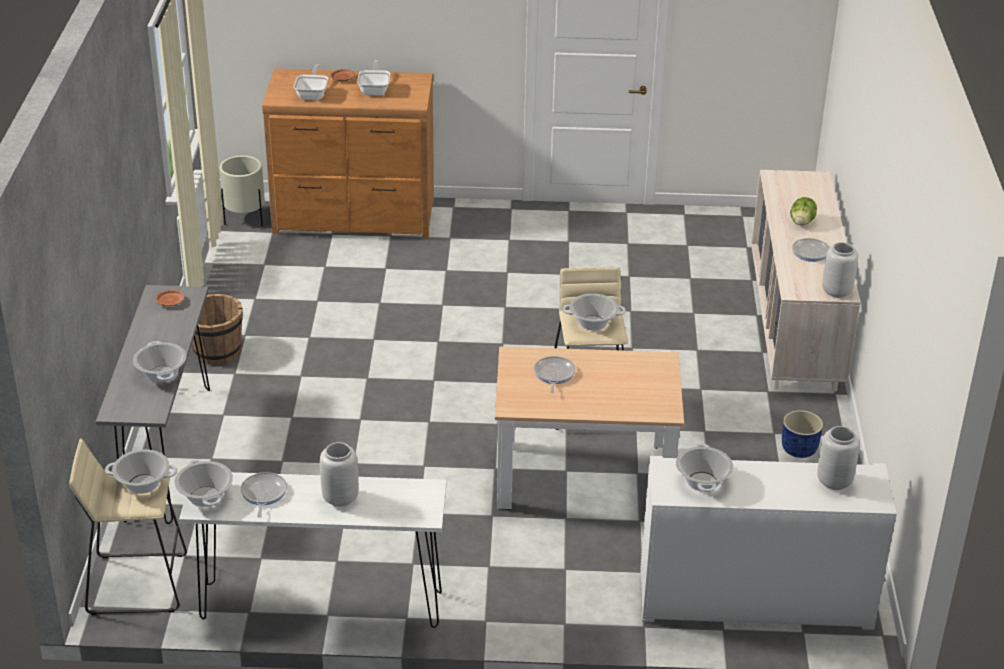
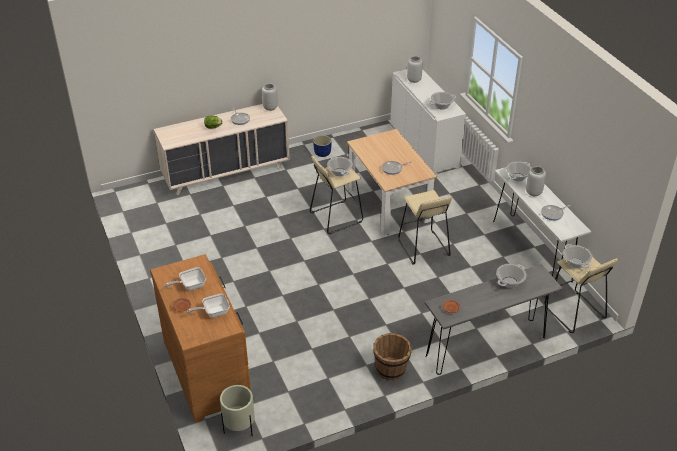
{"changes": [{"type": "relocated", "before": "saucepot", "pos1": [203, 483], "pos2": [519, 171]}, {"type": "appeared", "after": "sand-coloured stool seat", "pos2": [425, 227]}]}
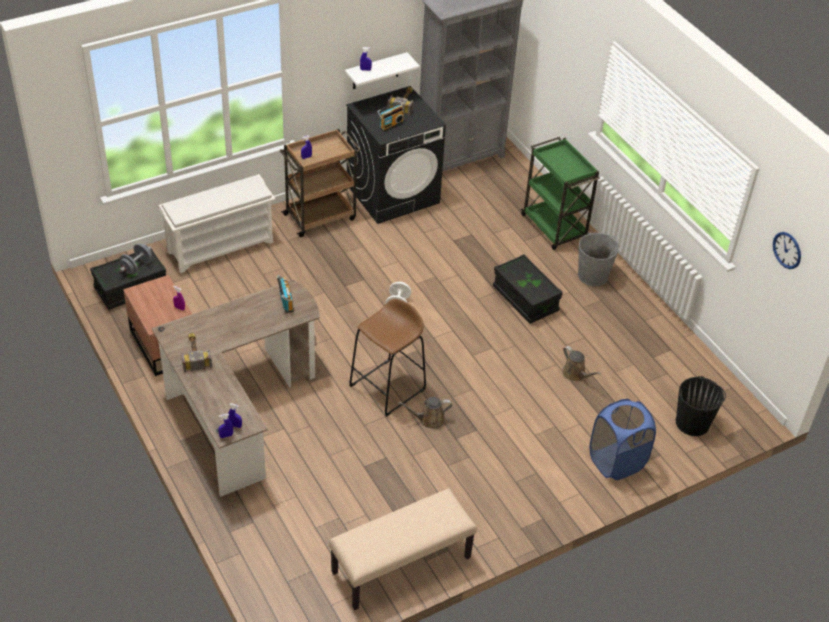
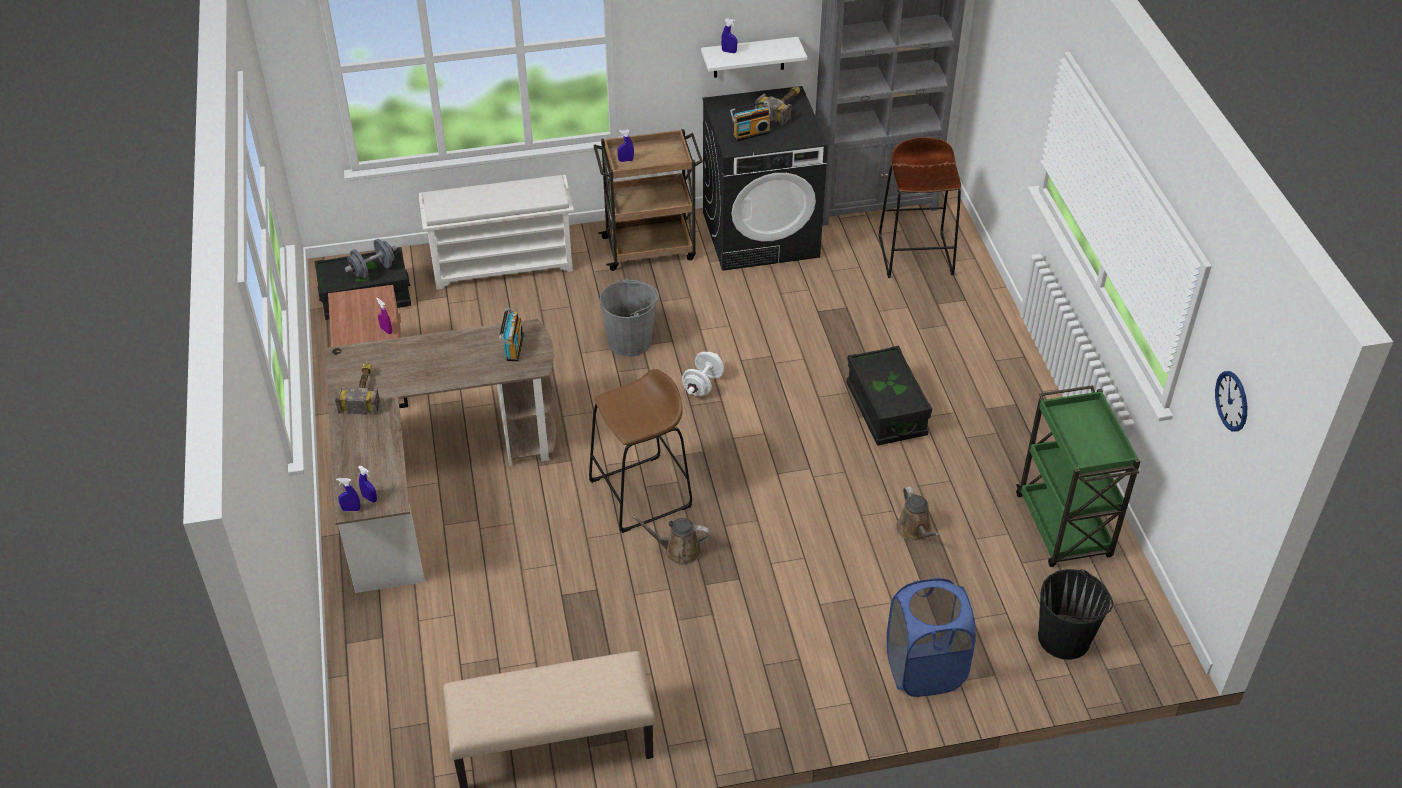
{"changes": [{"type": "relocated", "before": "green trolley", "pos1": [560, 193], "pos2": [1078, 476]}, {"type": "relocated", "before": "grey bucket", "pos1": [598, 259], "pos2": [629, 317]}, {"type": "appeared", "after": "brown-coloured stool seat", "pos2": [920, 207]}]}
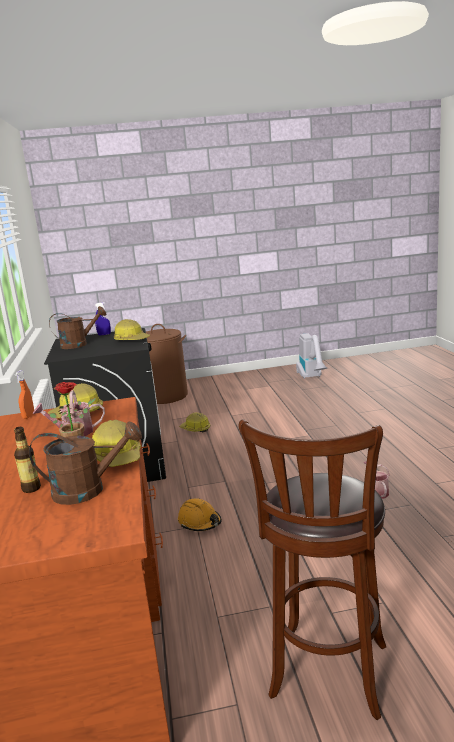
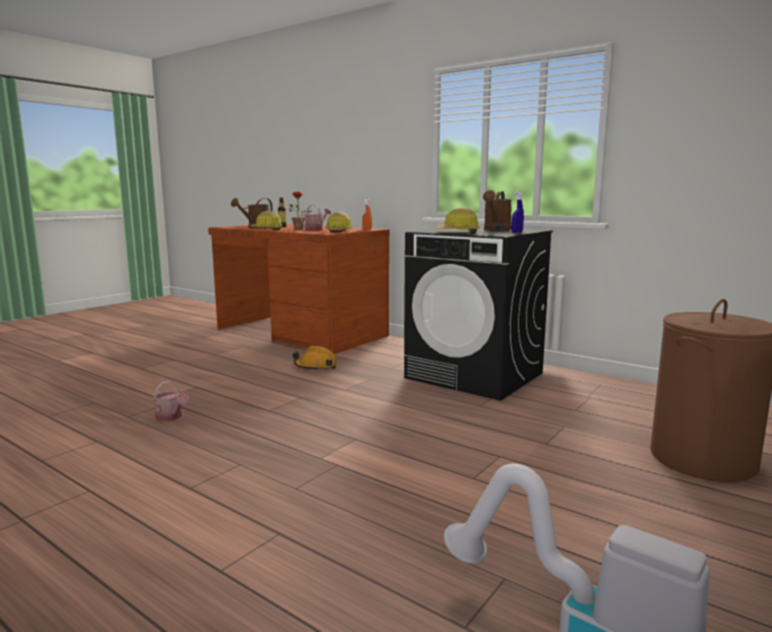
{"changes": [{"type": "missing", "before": "safety helmet", "pos1": [194, 422]}, {"type": "missing", "before": "brown-coloured stool seat", "pos1": [312, 569]}]}
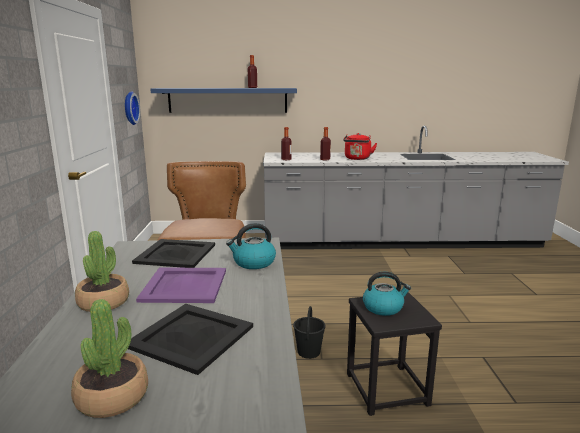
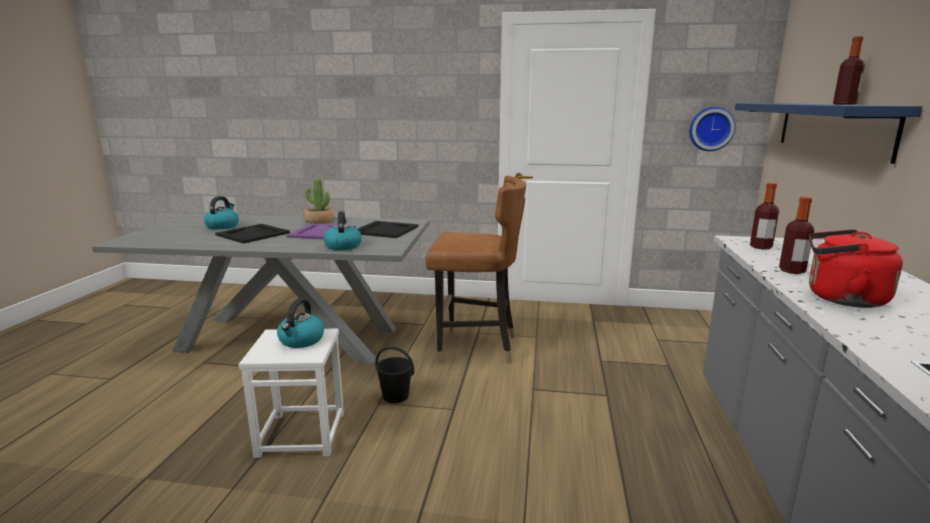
{"changes": [{"type": "exchanged", "before": "plant in a pot", "after": "kettle", "pos1": [109, 358], "pos2": [221, 213]}, {"type": "colour", "before": "black-coloured stool seat", "after": "white-coloured stool seat", "pos1": [394, 354], "pos2": [291, 393]}]}
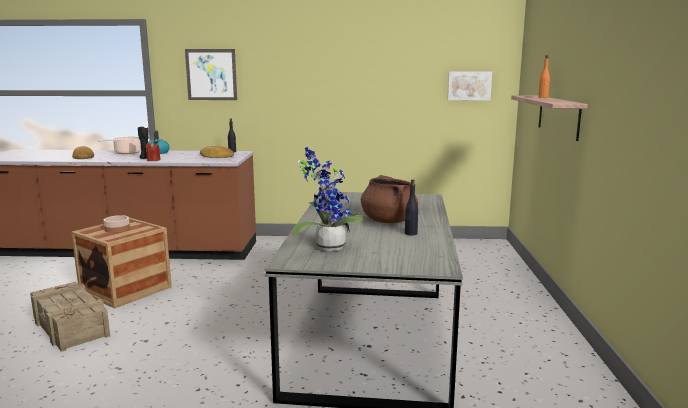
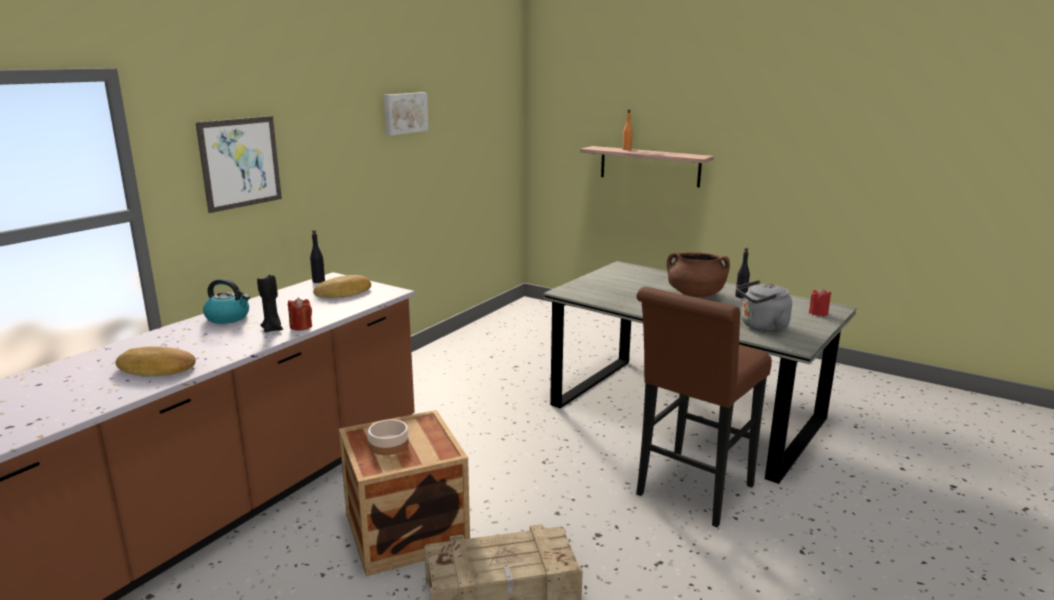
{"changes": [{"type": "missing", "before": "saucepot", "pos1": [119, 145]}, {"type": "exchanged", "before": "plant in a pot", "after": "grey kettle", "pos1": [329, 199], "pos2": [764, 306]}, {"type": "relocated", "before": "picture", "pos1": [469, 85], "pos2": [406, 114]}, {"type": "appeared", "after": "brown-coloured stool seat", "pos2": [704, 407]}, {"type": "appeared", "after": "reddish wax light", "pos2": [820, 302]}]}
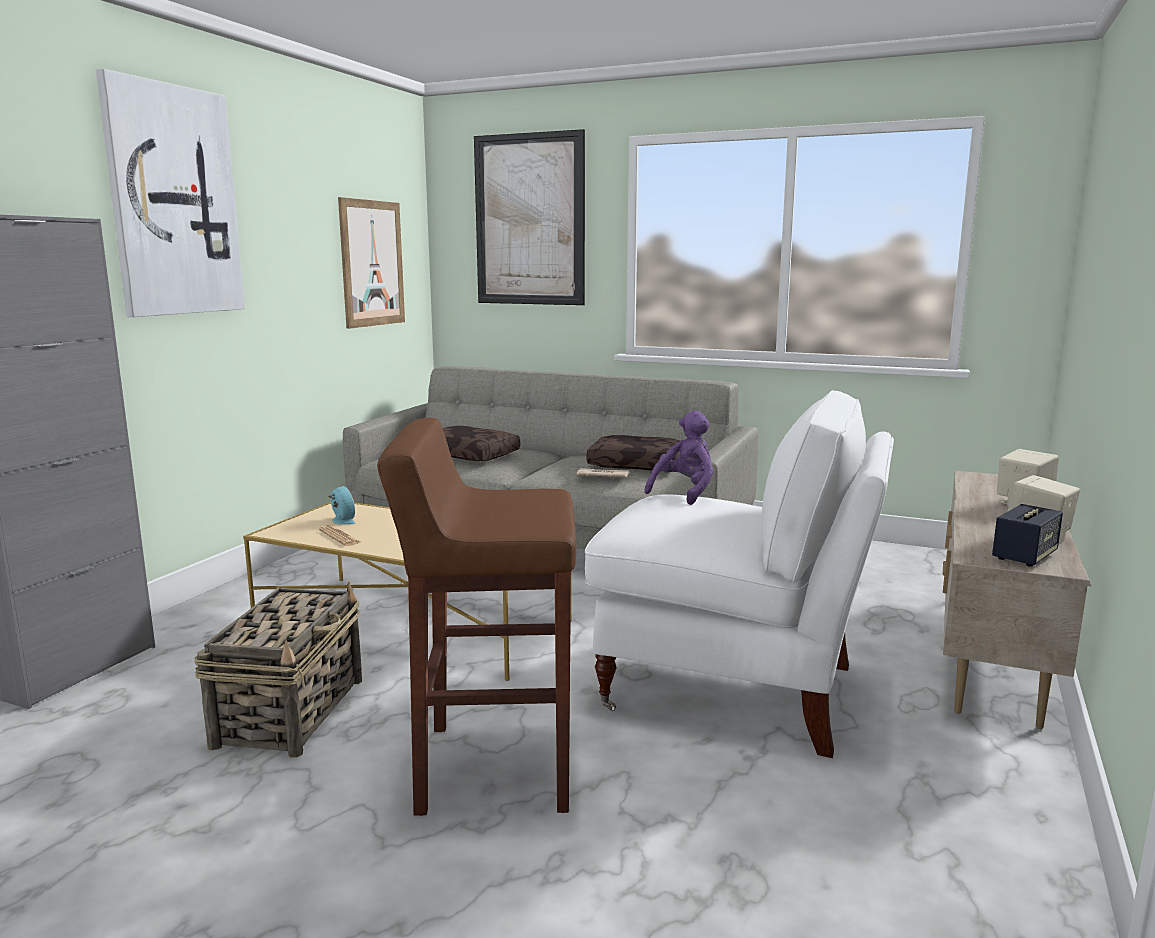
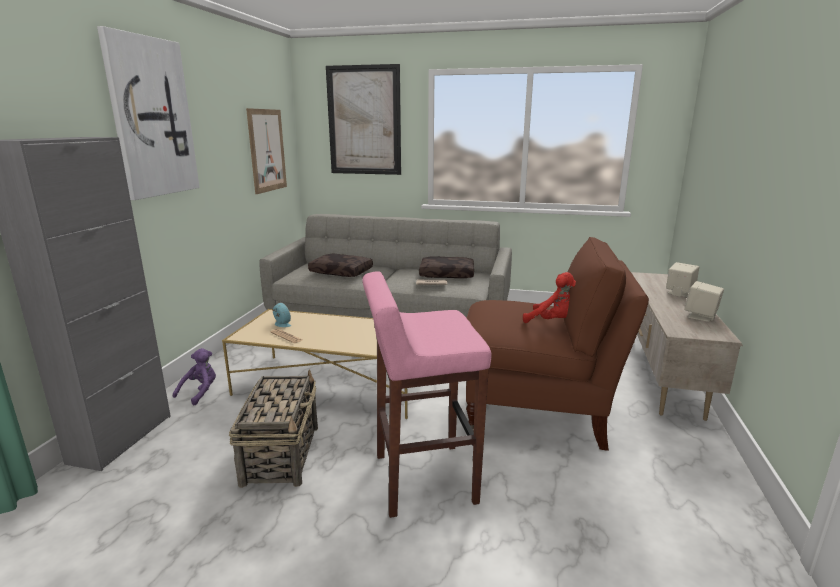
{"changes": [{"type": "colour", "before": "brown-coloured stool seat", "after": "pink stool seat", "pos1": [477, 617], "pos2": [427, 394]}, {"type": "colour", "before": "white-coloured lounge chair", "after": "brown-coloured lounge chair", "pos1": [739, 574], "pos2": [557, 344]}, {"type": "relocated", "before": "purple cuddly toy", "pos1": [679, 458], "pos2": [194, 377]}, {"type": "missing", "before": "loudspeaker", "pos1": [1027, 535]}, {"type": "appeared", "after": "reddish cuddly toy", "pos2": [549, 297]}]}
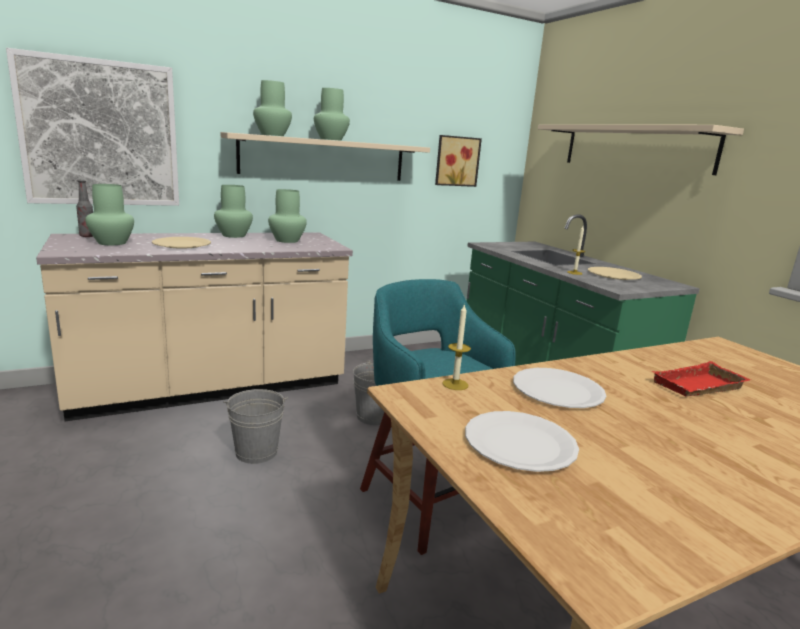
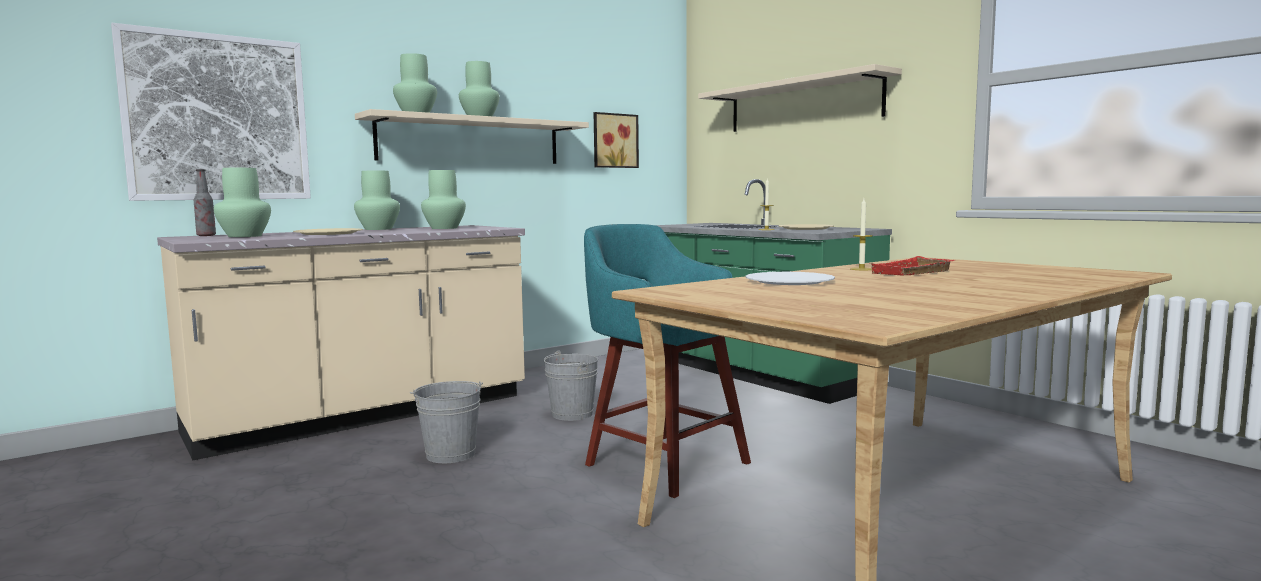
{"changes": [{"type": "relocated", "before": "wax light", "pos1": [456, 346], "pos2": [861, 234]}, {"type": "missing", "before": "white-coloured plate", "pos1": [522, 441]}]}
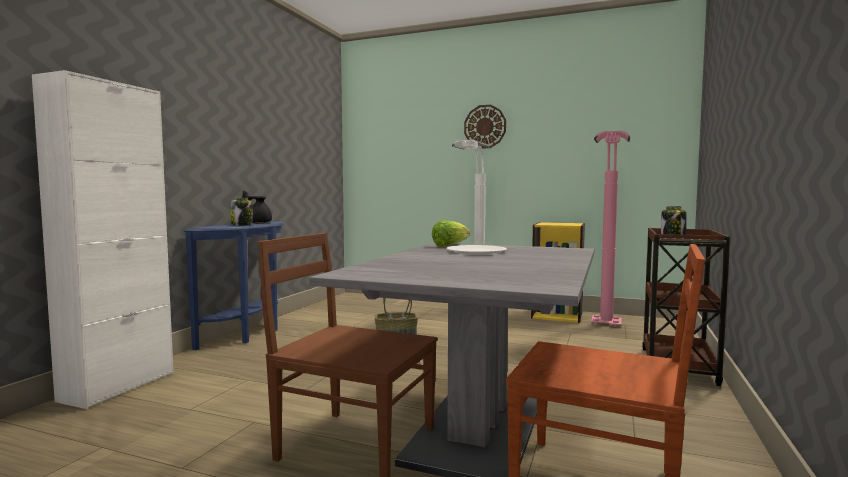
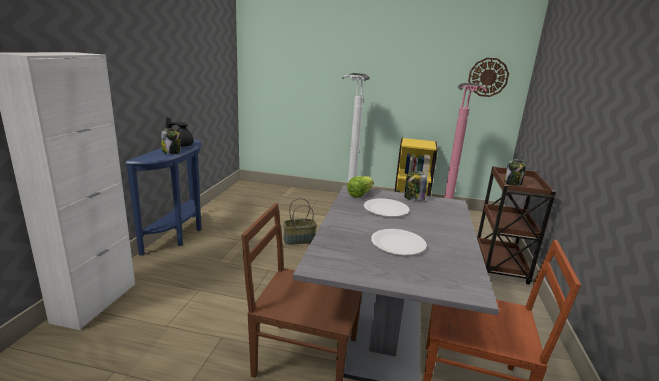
{"changes": [{"type": "relocated", "before": "clock on the wall", "pos1": [485, 126], "pos2": [488, 77]}, {"type": "appeared", "after": "white-coloured plate", "pos2": [399, 242]}, {"type": "appeared", "after": "jar", "pos2": [415, 186]}]}
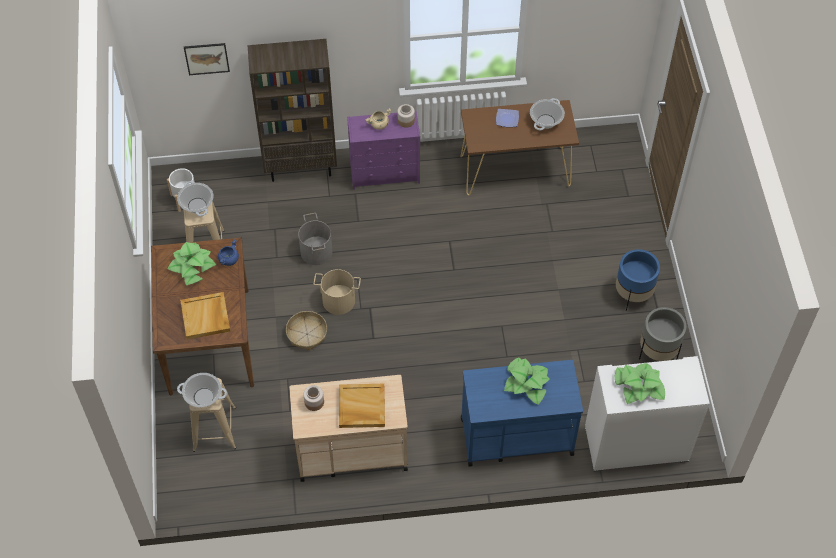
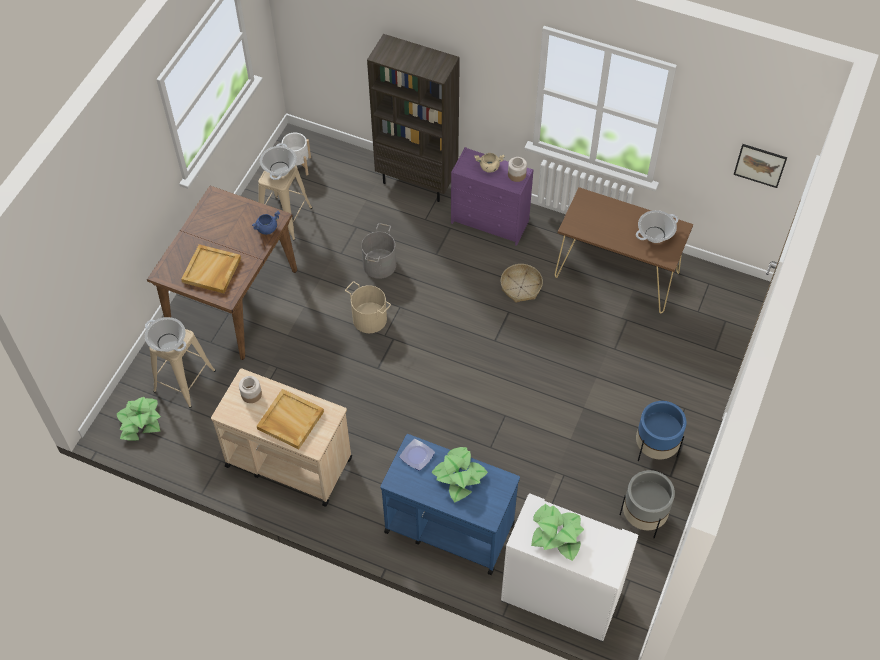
{"changes": [{"type": "relocated", "before": "plant in a pot", "pos1": [192, 263], "pos2": [139, 419]}, {"type": "relocated", "before": "picture", "pos1": [207, 59], "pos2": [760, 166]}, {"type": "relocated", "before": "storage basket", "pos1": [306, 330], "pos2": [522, 283]}, {"type": "relocated", "before": "plate", "pos1": [507, 118], "pos2": [417, 455]}]}
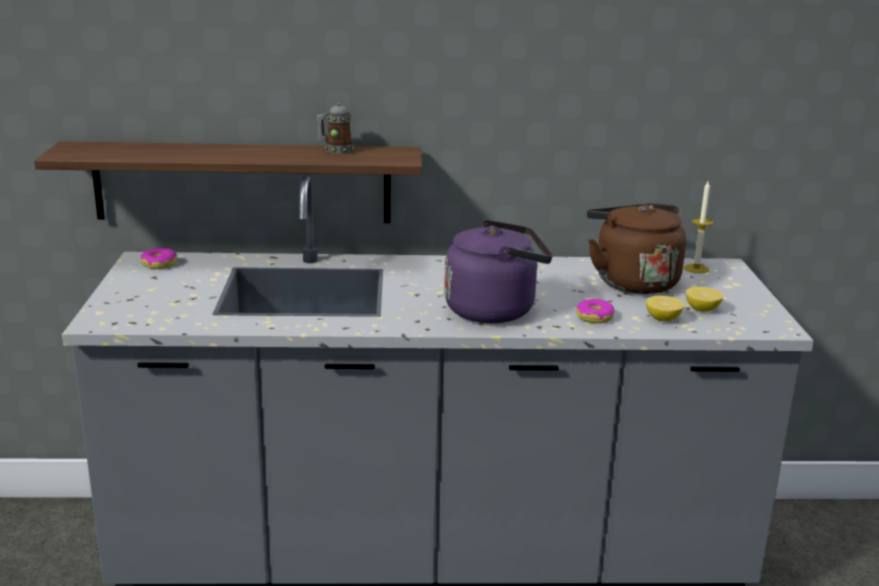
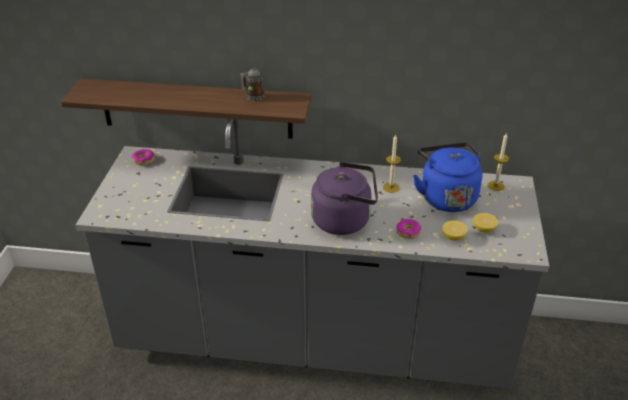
{"changes": [{"type": "colour", "before": "brown-coloured kettle", "after": "blue-coloured kettle", "pos1": [636, 248], "pos2": [448, 177]}, {"type": "appeared", "after": "wax light", "pos2": [392, 163]}]}
